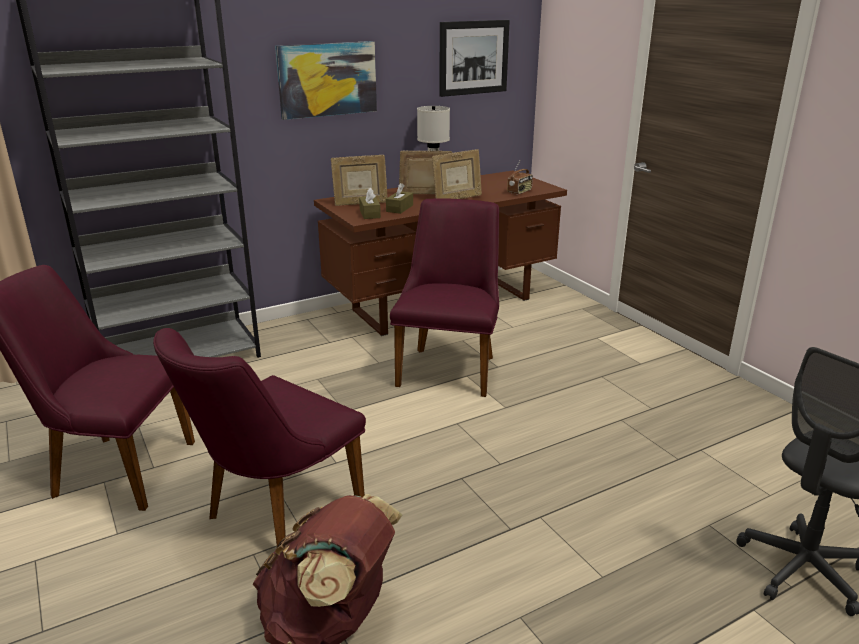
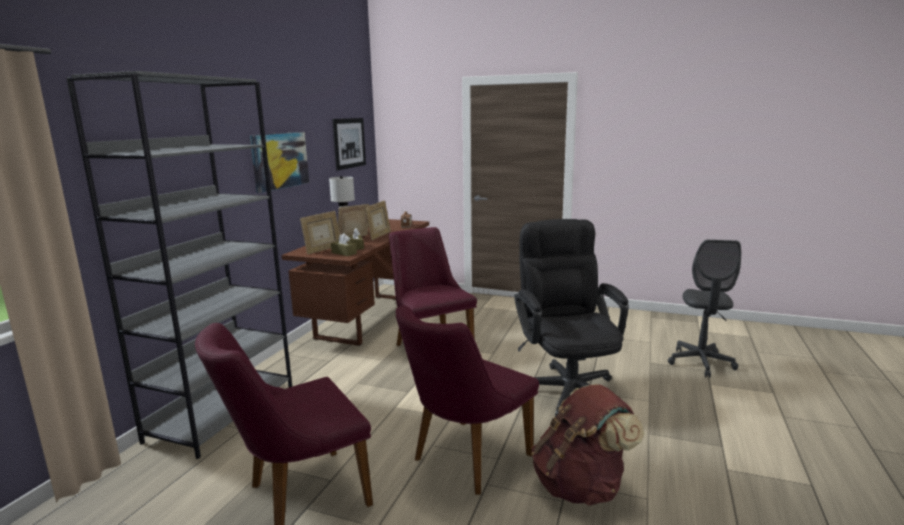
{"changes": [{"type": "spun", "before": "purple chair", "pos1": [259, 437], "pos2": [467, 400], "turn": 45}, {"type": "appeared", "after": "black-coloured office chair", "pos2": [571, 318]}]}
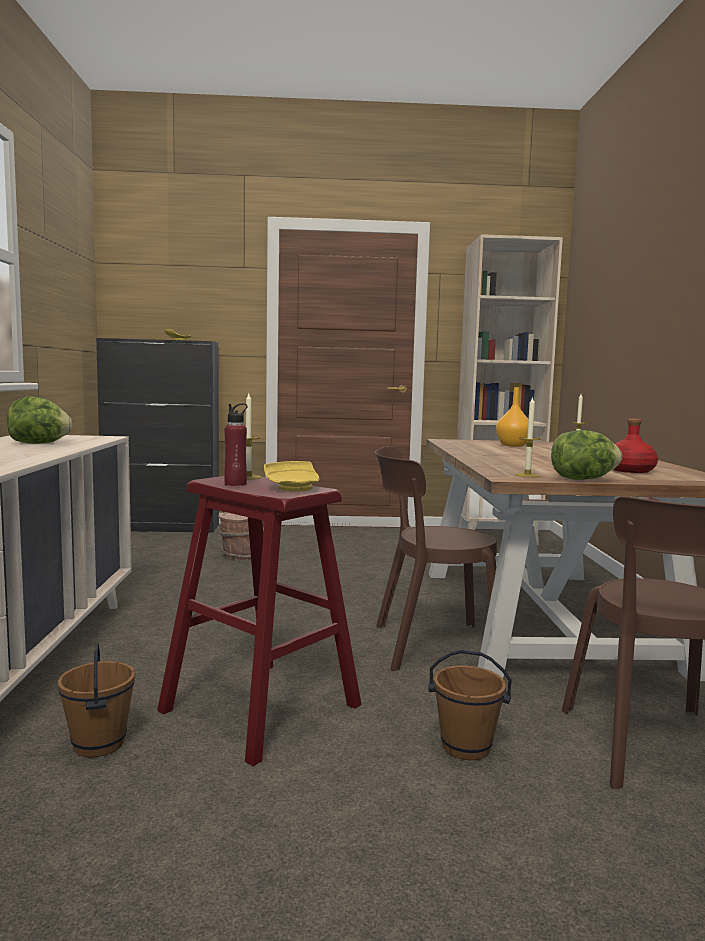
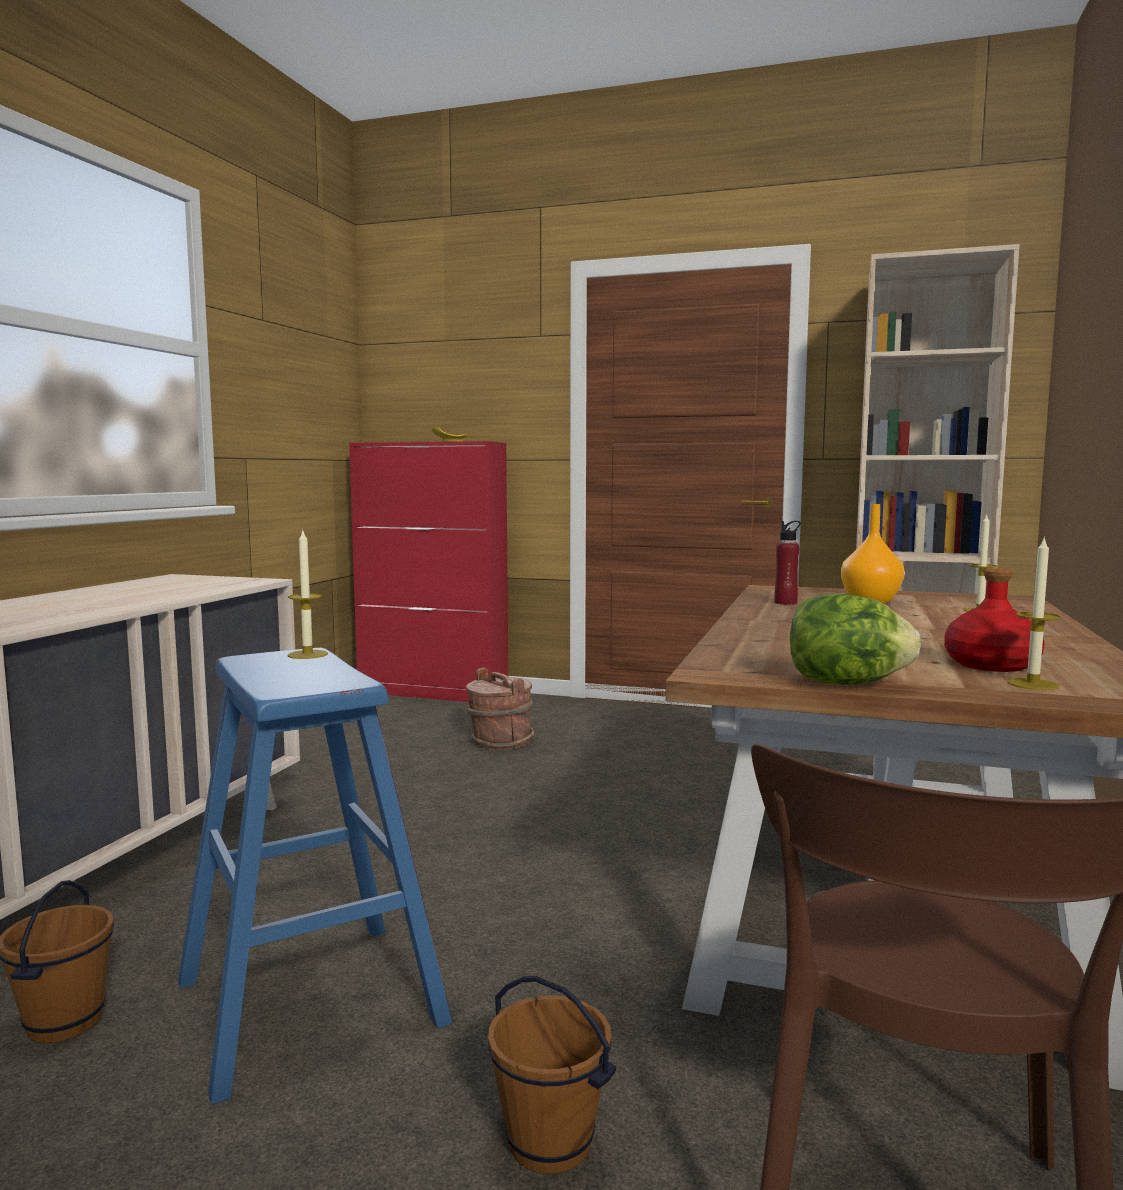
{"changes": [{"type": "missing", "before": "lettuce head", "pos1": [39, 420]}, {"type": "colour", "before": "black-coloured cabinet", "after": "reddish cabinet", "pos1": [157, 435], "pos2": [428, 571]}, {"type": "colour", "before": "reddish stool seat", "after": "blue-coloured stool seat", "pos1": [259, 621], "pos2": [315, 876]}, {"type": "relocated", "before": "reddish bottle", "pos1": [235, 444], "pos2": [787, 563]}, {"type": "missing", "before": "yellowish plate", "pos1": [292, 476]}, {"type": "missing", "before": "brown-coloured chair", "pos1": [436, 558]}, {"type": "relocated", "before": "wax light", "pos1": [528, 436], "pos2": [1034, 613]}]}
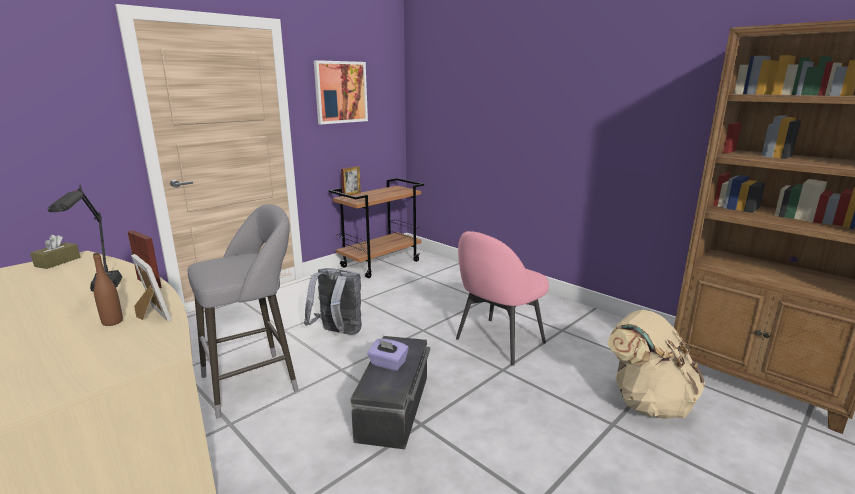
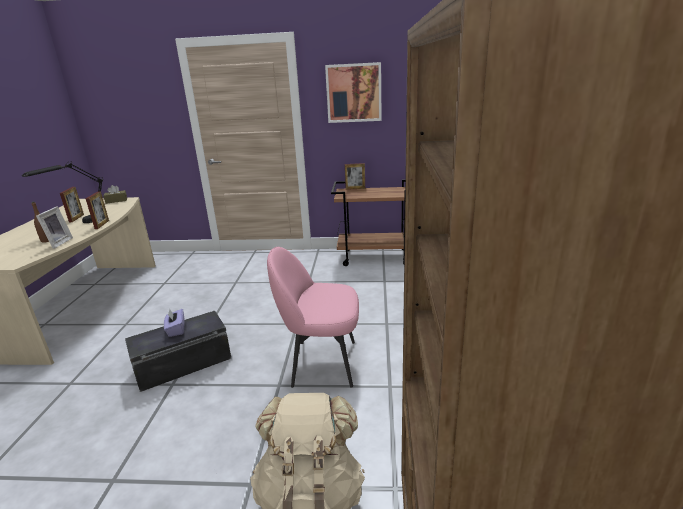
{"changes": [{"type": "missing", "before": "grey stool seat", "pos1": [243, 311]}, {"type": "missing", "before": "grey knapsack", "pos1": [333, 301]}, {"type": "appeared", "after": "standing frame", "pos2": [72, 205]}]}
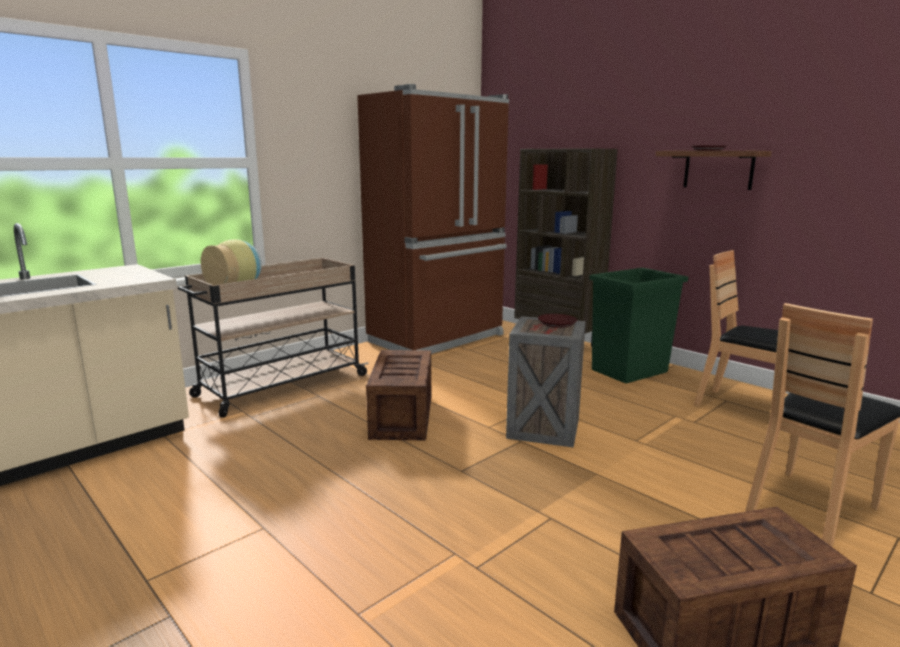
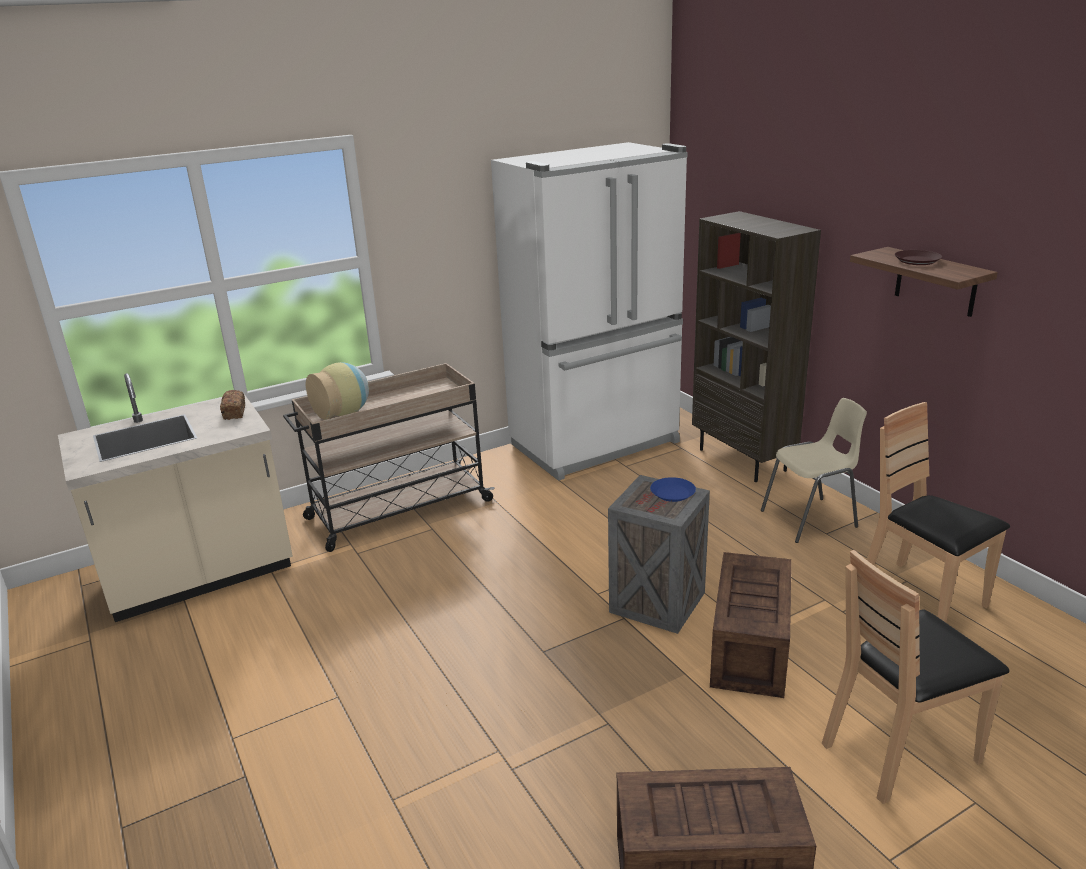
{"changes": [{"type": "colour", "before": "brown-coloured fridge", "after": "white-coloured fridge", "pos1": [433, 219], "pos2": [589, 311]}, {"type": "relocated", "before": "crate", "pos1": [398, 395], "pos2": [750, 625]}, {"type": "colour", "before": "brown-coloured plate", "after": "blue-coloured plate", "pos1": [558, 321], "pos2": [673, 489]}, {"type": "exchanged", "before": "green waste bin", "after": "sand-coloured chair", "pos1": [638, 326], "pos2": [814, 470]}, {"type": "appeared", "after": "baked bread", "pos2": [232, 405]}]}
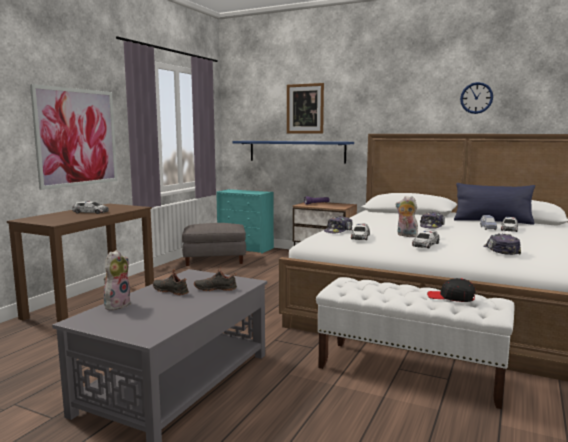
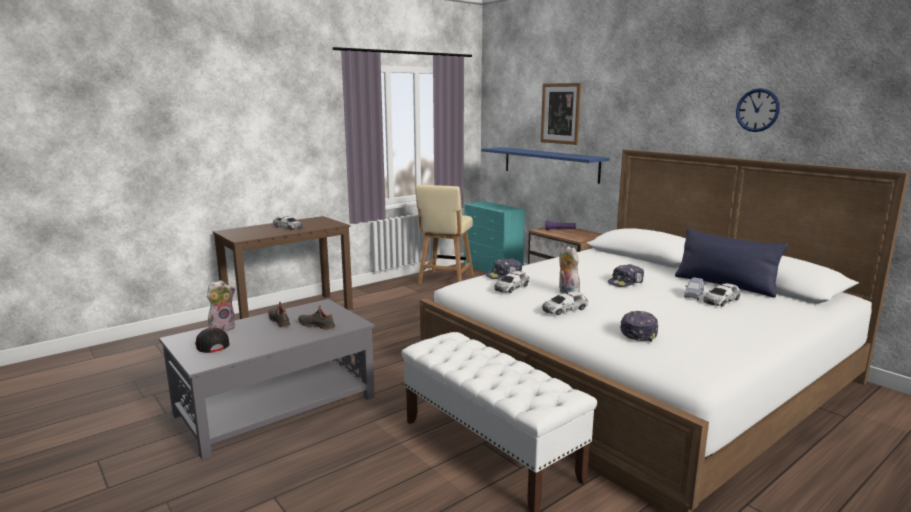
{"changes": [{"type": "missing", "before": "picture", "pos1": [73, 137]}, {"type": "exchanged", "before": "grey ottoman", "after": "sand-coloured chair", "pos1": [214, 244], "pos2": [444, 234]}, {"type": "relocated", "before": "black-coloured peaked cap", "pos1": [451, 290], "pos2": [212, 340]}]}
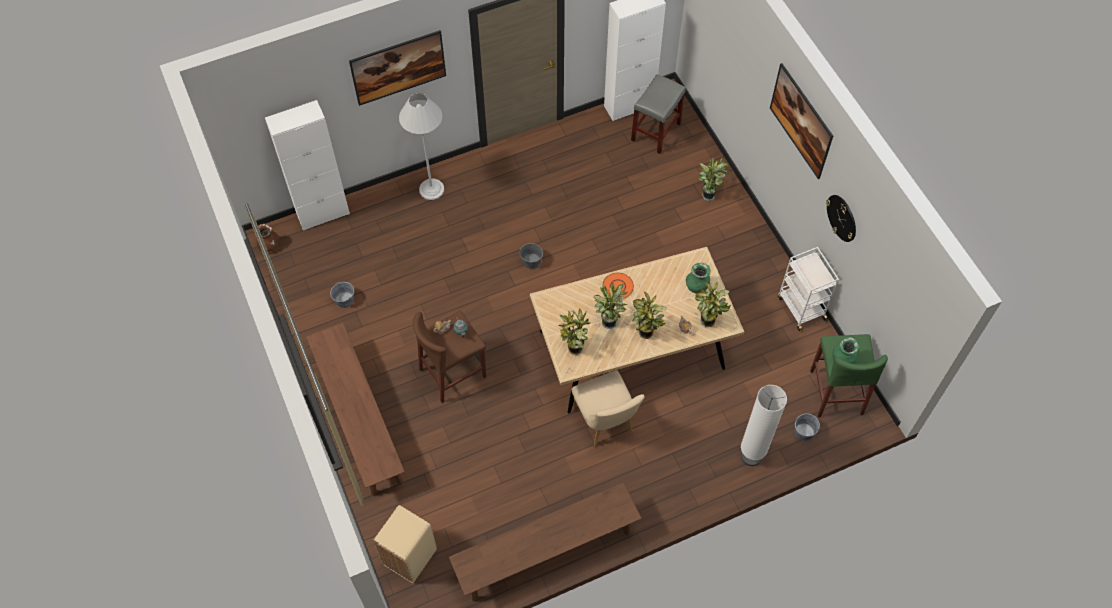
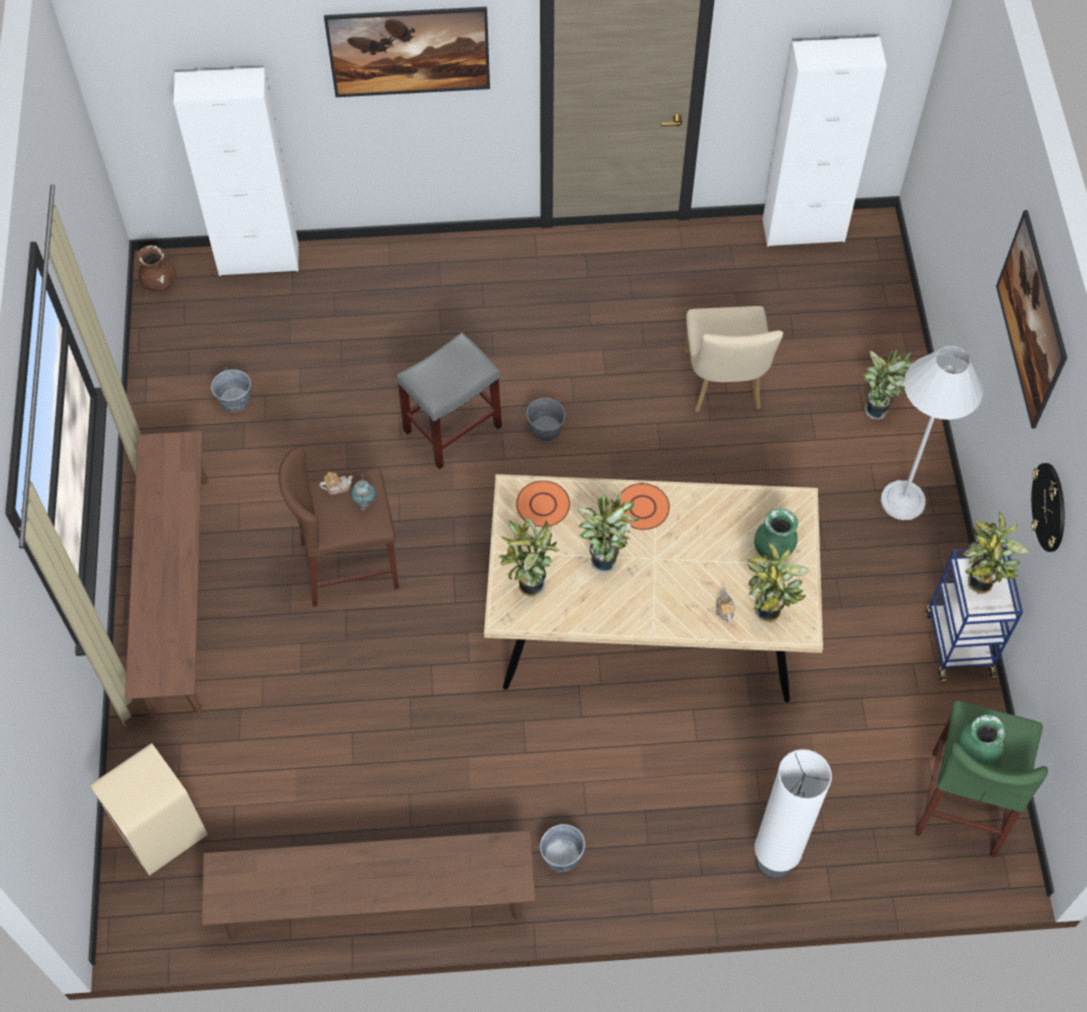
{"changes": [{"type": "relocated", "before": "white-coloured floor lamp", "pos1": [421, 146], "pos2": [932, 433]}, {"type": "relocated", "before": "sand-coloured chair", "pos1": [608, 408], "pos2": [734, 359]}, {"type": "relocated", "before": "grey stool seat", "pos1": [658, 114], "pos2": [449, 401]}, {"type": "relocated", "before": "plant in a pot", "pos1": [649, 315], "pos2": [996, 552]}, {"type": "colour", "before": "white-coloured trolley", "after": "blue-coloured trolley", "pos1": [808, 289], "pos2": [974, 614]}, {"type": "relocated", "before": "grey bucket", "pos1": [807, 427], "pos2": [562, 848]}, {"type": "appeared", "after": "orange plate", "pos2": [543, 503]}]}
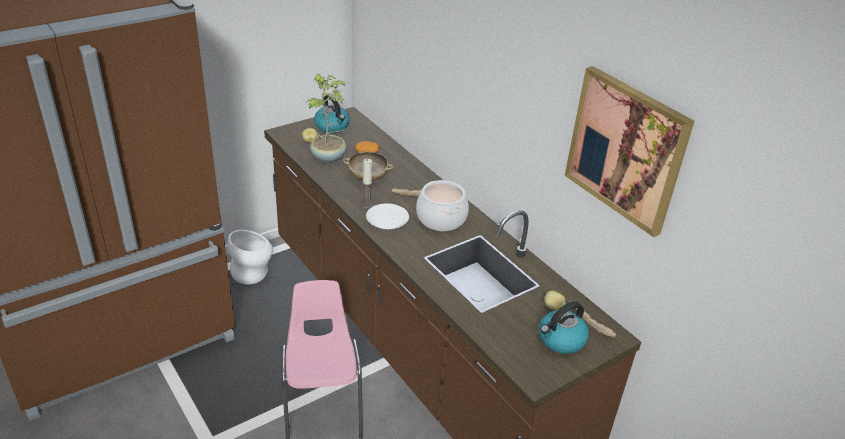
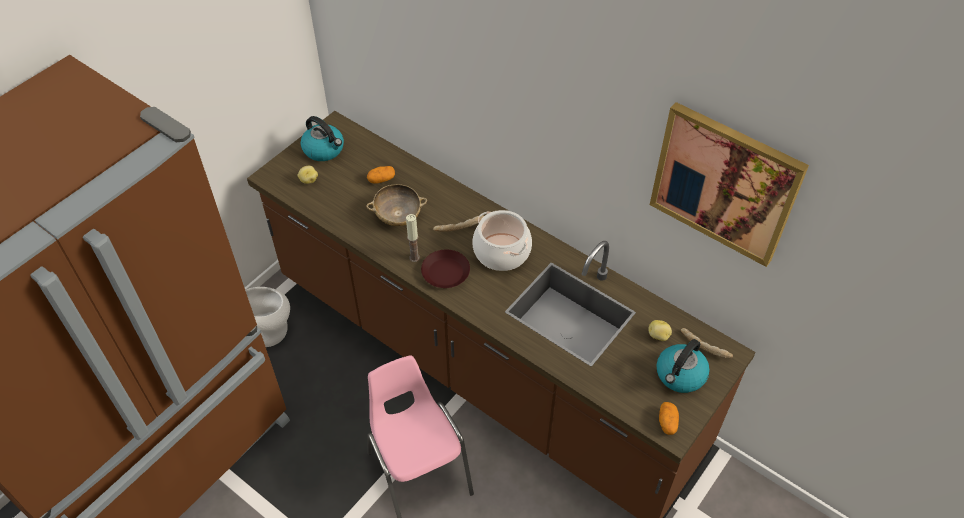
{"changes": [{"type": "missing", "before": "plant in a pot", "pos1": [326, 118]}, {"type": "colour", "before": "white-coloured plate", "after": "brown-coloured plate", "pos1": [387, 217], "pos2": [445, 269]}, {"type": "appeared", "after": "whole potato", "pos2": [669, 418]}]}
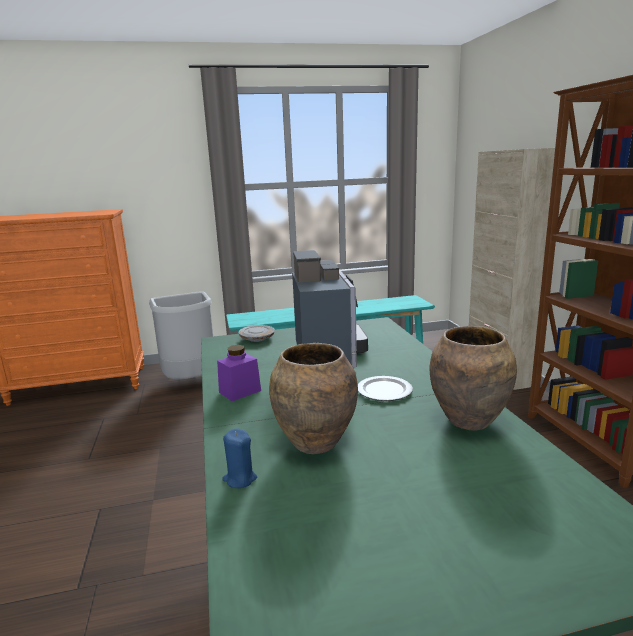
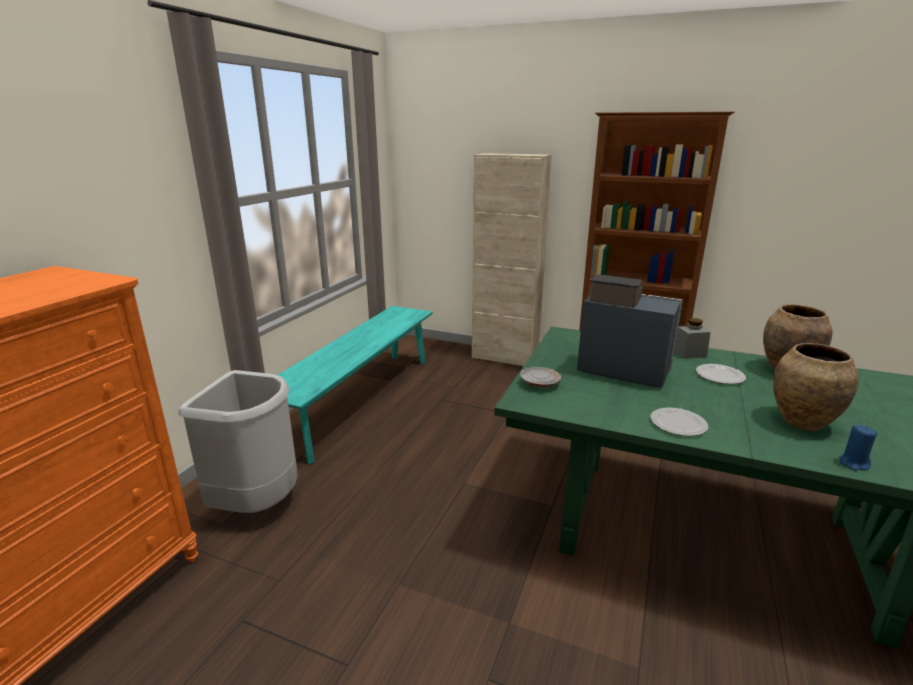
{"changes": [{"type": "exchanged", "before": "purple jar", "after": "plate", "pos1": [239, 373], "pos2": [679, 422]}, {"type": "appeared", "after": "grey jar", "pos2": [692, 338]}]}
